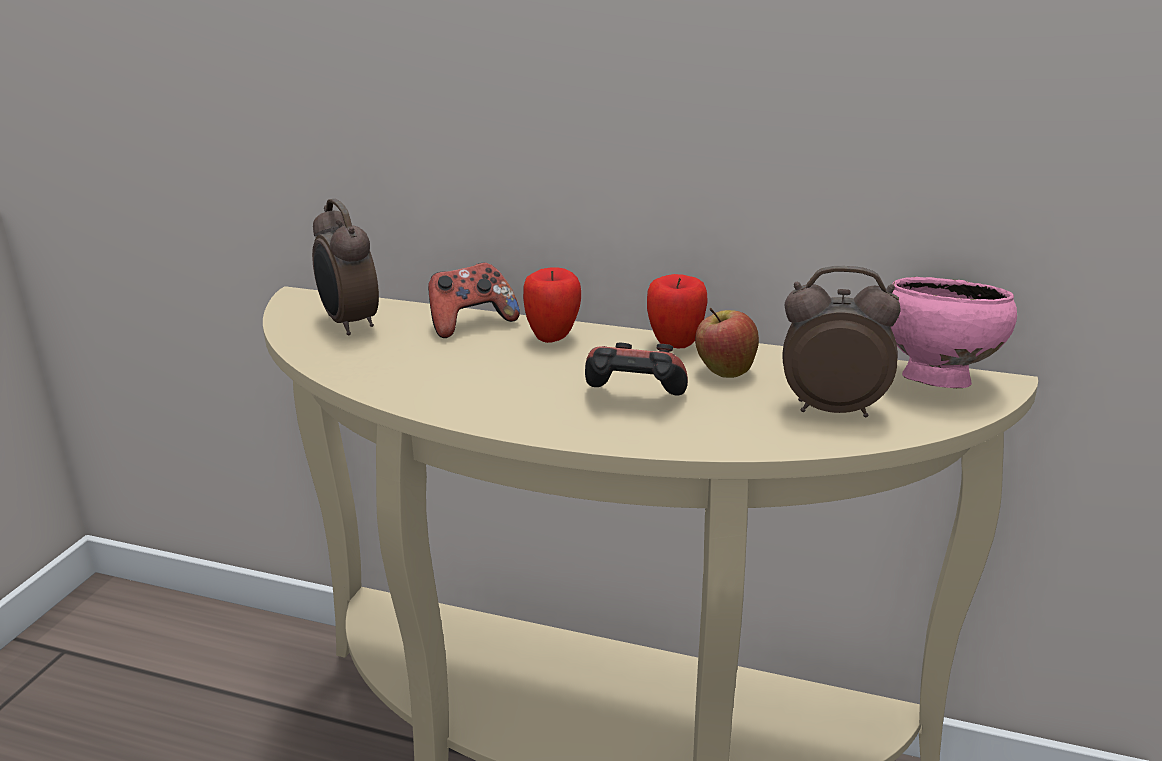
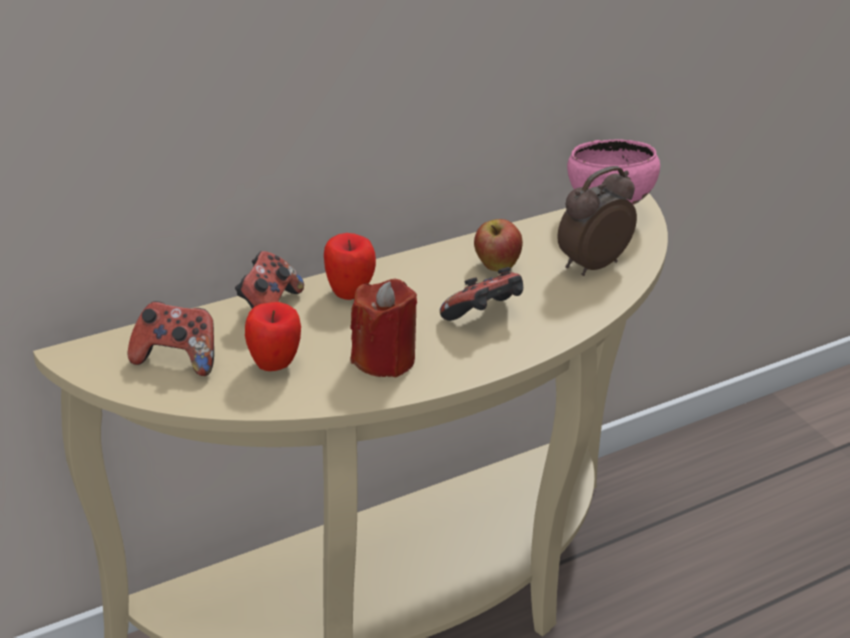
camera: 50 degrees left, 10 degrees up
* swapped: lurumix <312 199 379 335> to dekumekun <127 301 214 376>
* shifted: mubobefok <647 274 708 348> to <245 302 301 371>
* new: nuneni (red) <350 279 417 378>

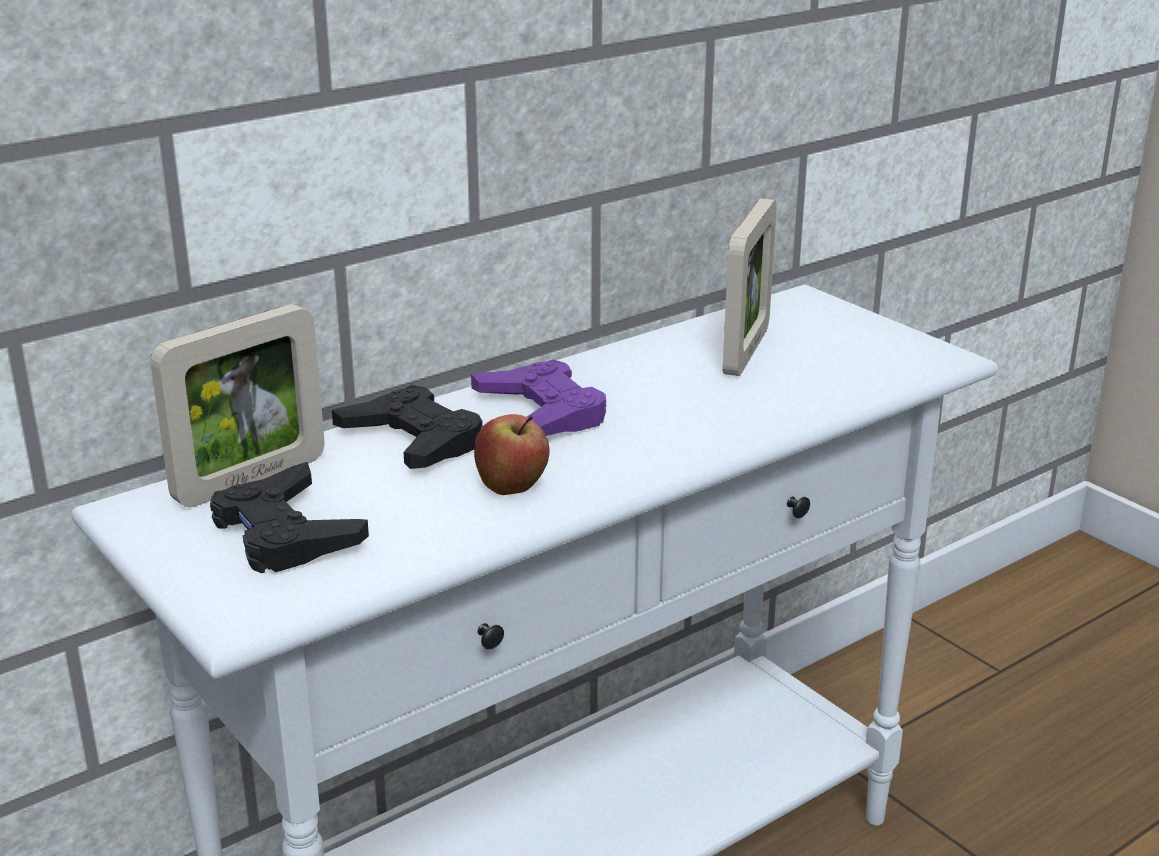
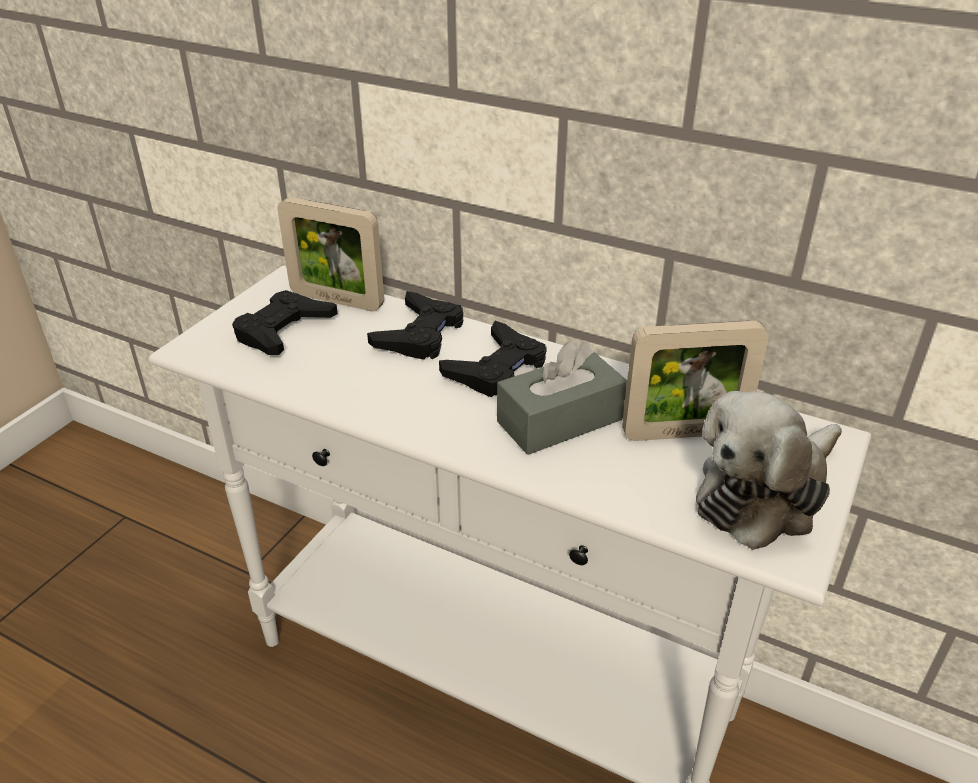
camera: 65 degrees right, 10 degrees up
* repainted: dekumekun (purple) <471 359 606 436> to dekumekun (black) <439 321 547 397>
* gone: mubobefok <474 414 550 495>
* new: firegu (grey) <497 342 627 455>
* new: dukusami <696 391 842 550>

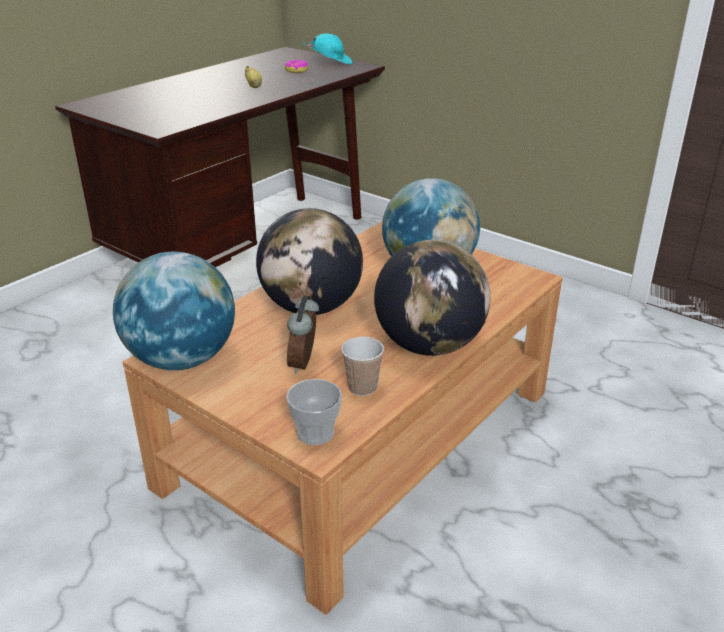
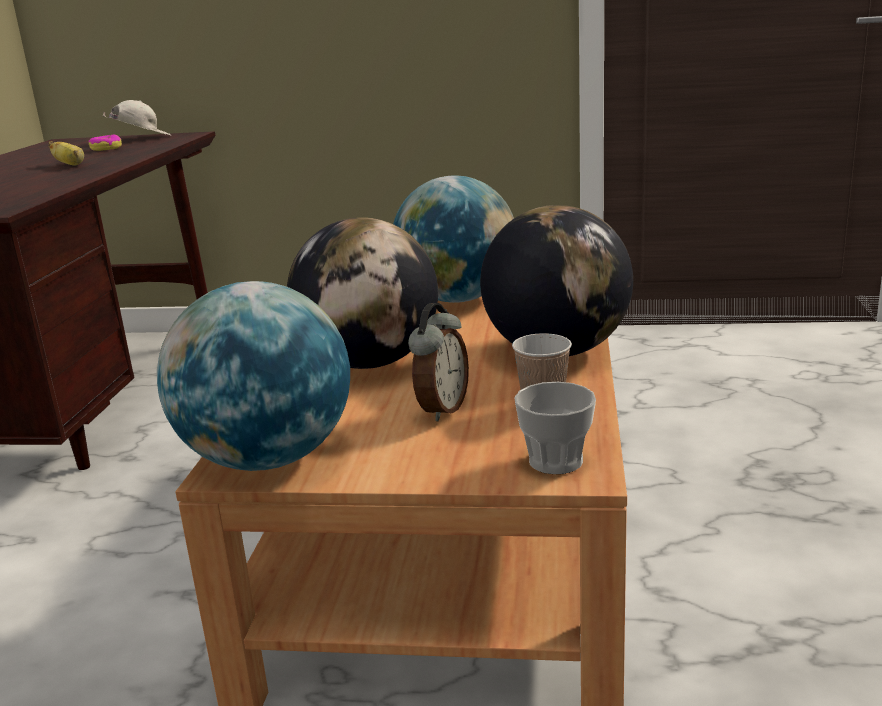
camera: 30 degrees left, 10 degrees down
* rotated: lurumix <287 295 319 374> = <408 303 469 421> 135 degrees counterclockwise
* repainted: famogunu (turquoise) <303 33 352 65> to famogunu (white) <102 100 171 135>

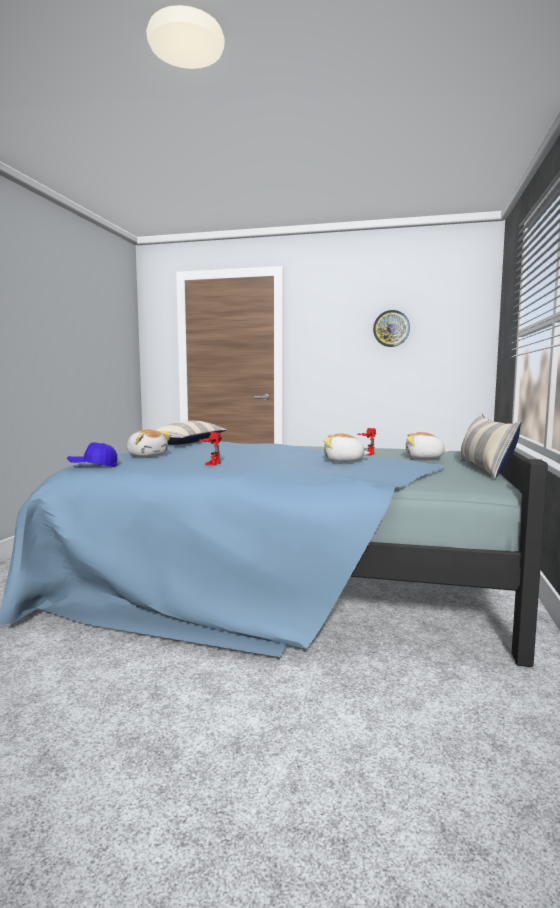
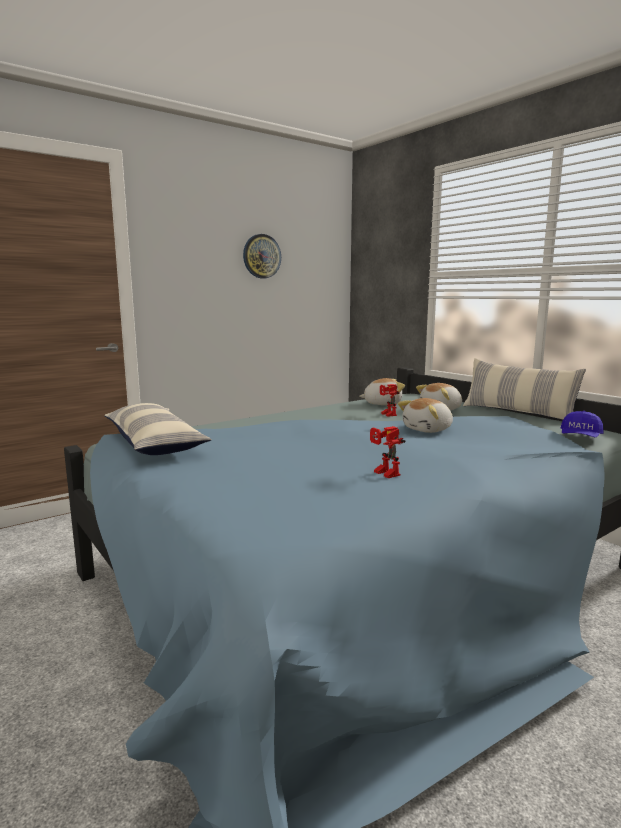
camera: 50 degrees left, 5 degrees up
* shifted: famogunu (blue) <67 442 118 467> to <560 411 604 437>
* shifted: dukusami <127 430 172 457> to <359 378 405 405>

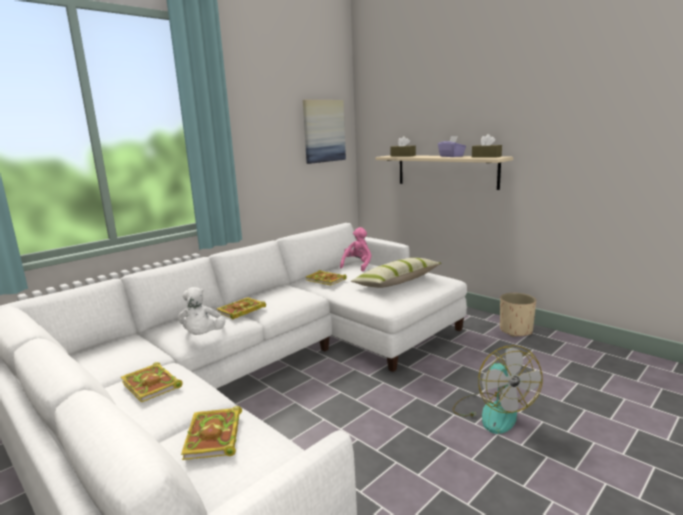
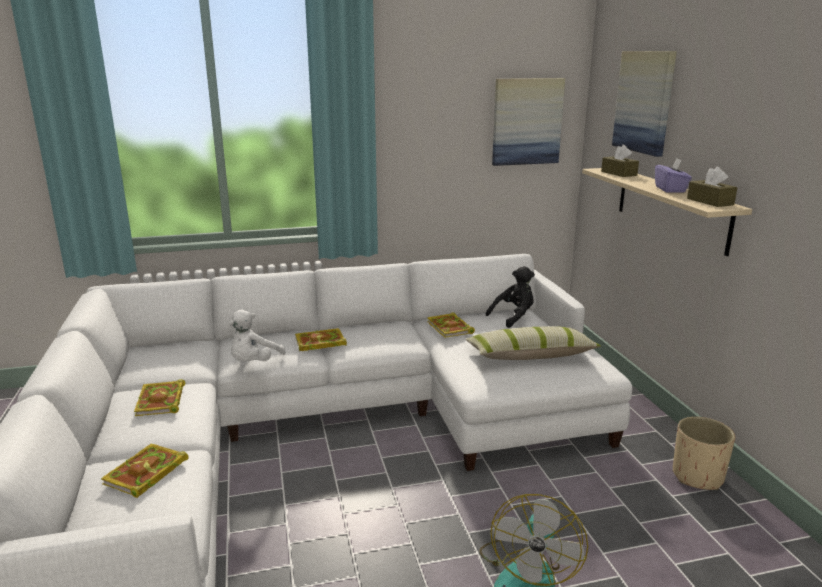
camera: 30 degrees right, 5 degrees up
* repainted: dukusami (pink) <340 227 372 272> to dukusami (black) <486 266 535 328>
* new: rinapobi <612 51 677 157>

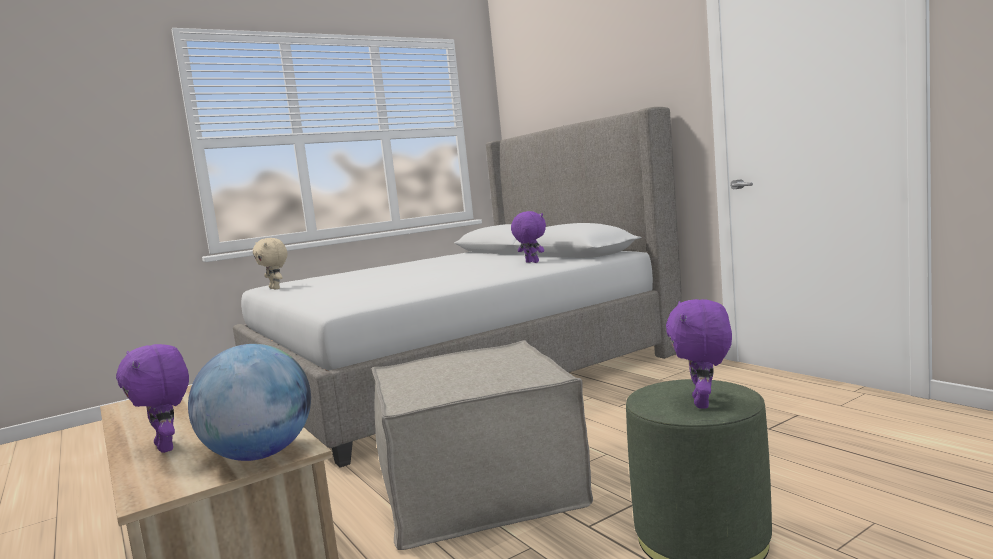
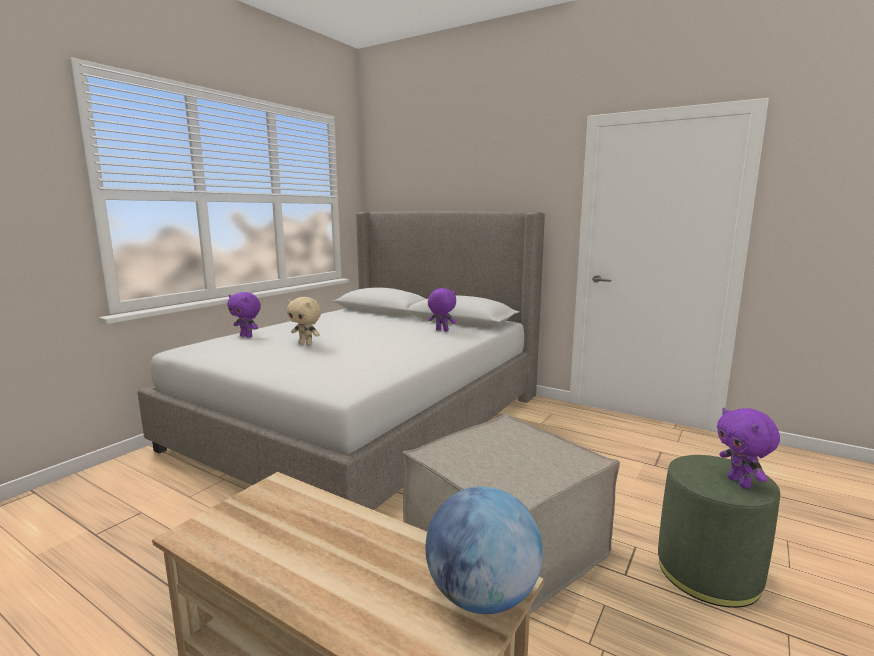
camera: 25 degrees left, 5 degrees up
* shifted: dukusami (purple) <116 344 189 453> to <227 292 261 338>
* shifted: dukusami (beige) <253 238 287 290> to <287 297 321 345>

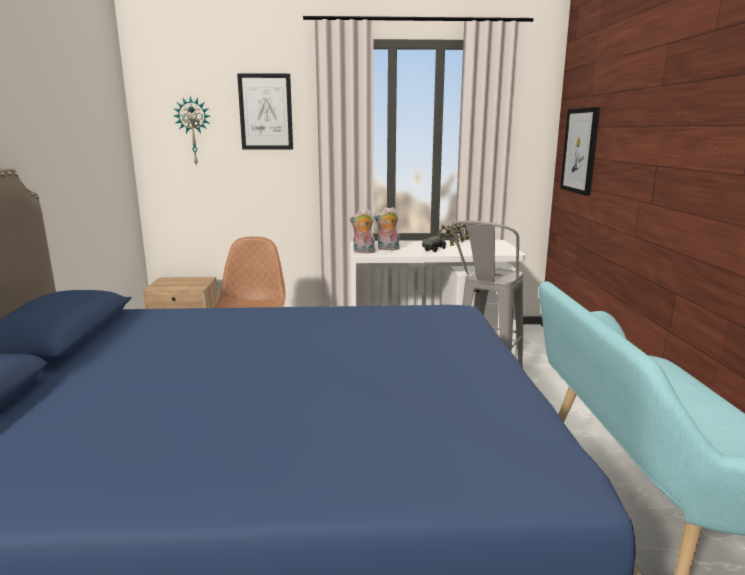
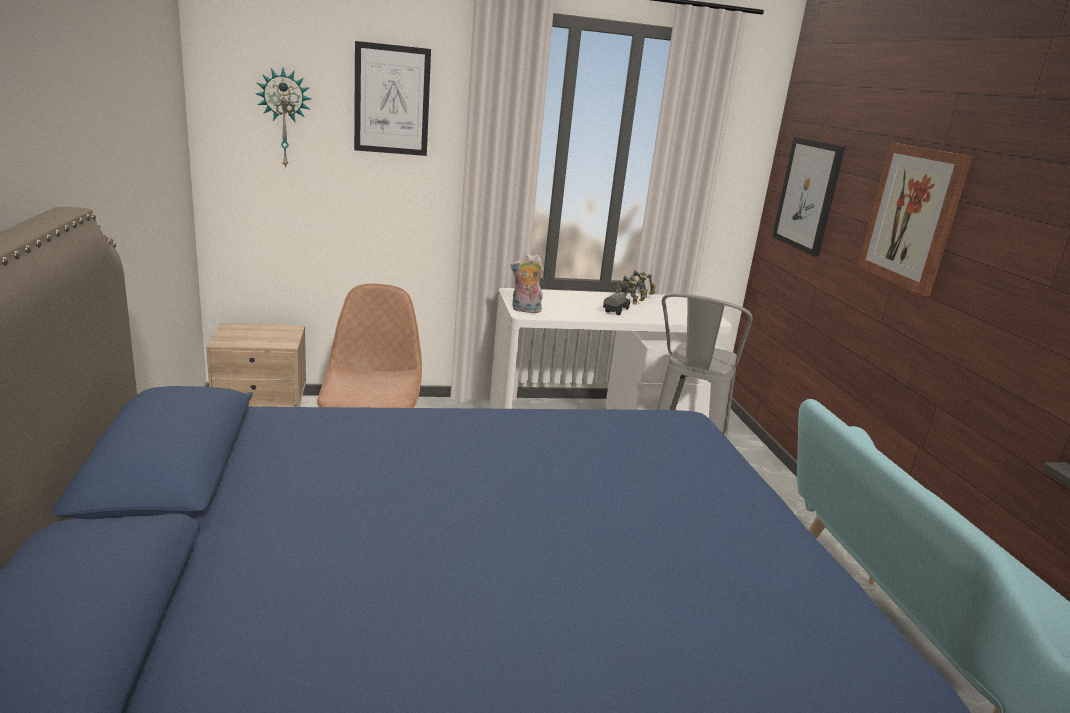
camera: 10 degrees left, 5 degrees up
* gone: dukusami <374 207 400 250>
* new: rinapobi <857 143 972 296>

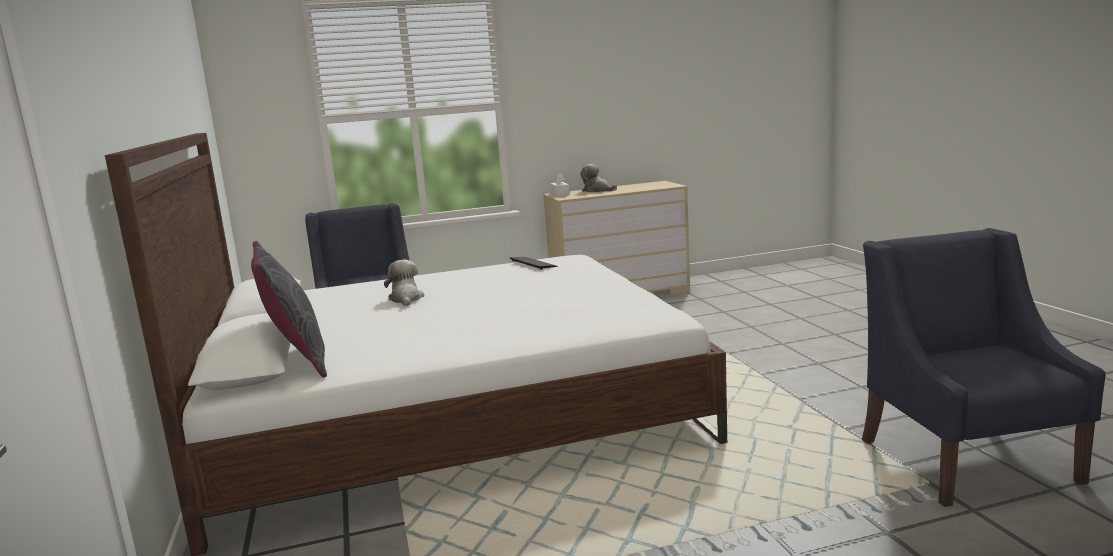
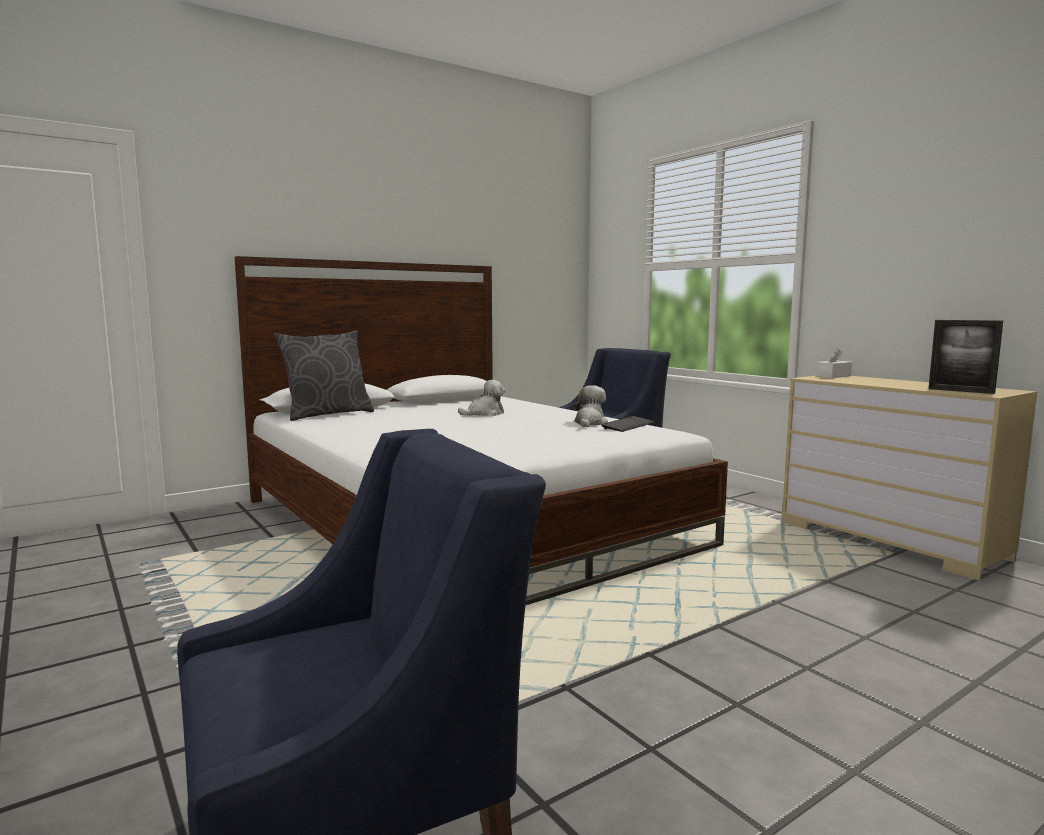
camera: 70 degrees right, 5 degrees down
* shifted: dukusami <580 164 617 192> to <573 386 608 427>
* new: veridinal <928 320 1003 394>

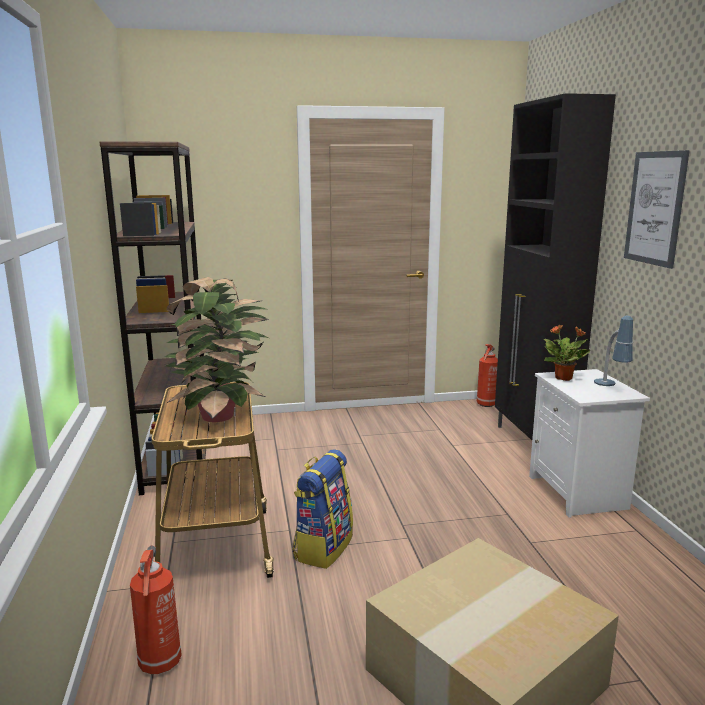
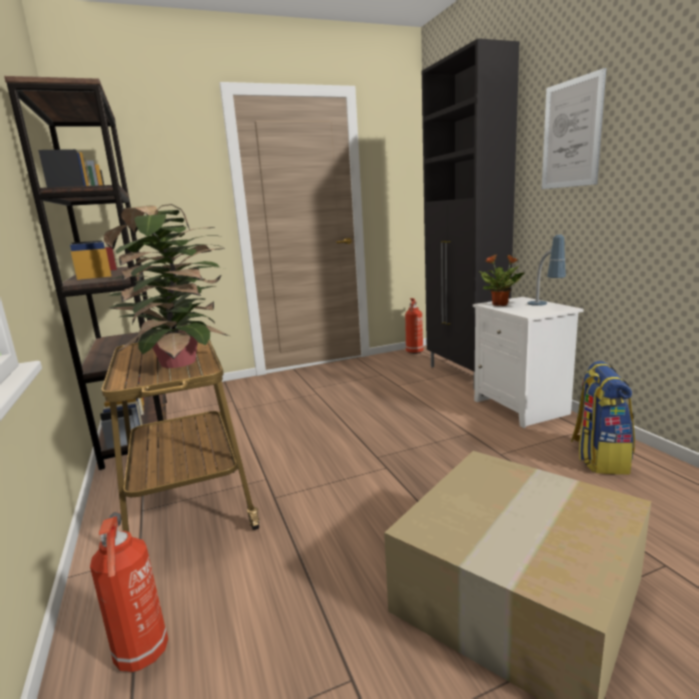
camera: 10 degrees left, 0 degrees up
* shifted: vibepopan <292 449 353 569> to <571 361 635 475>

